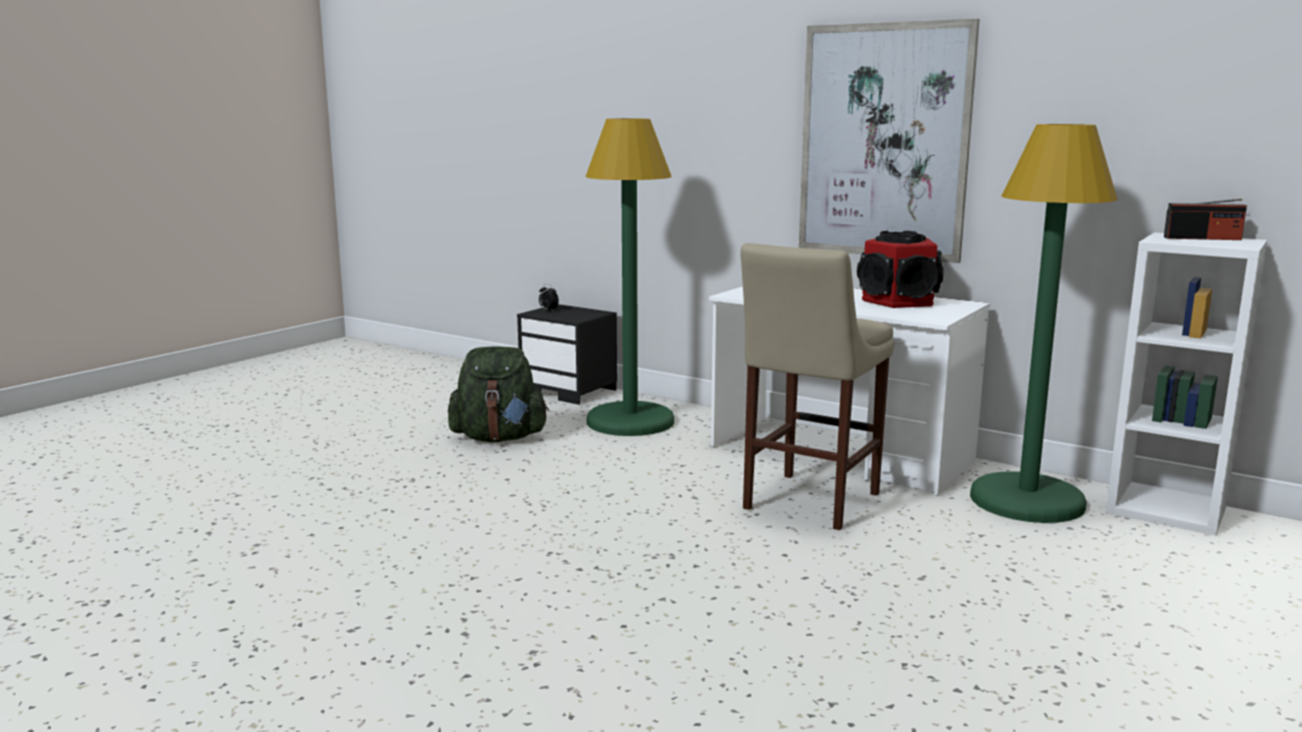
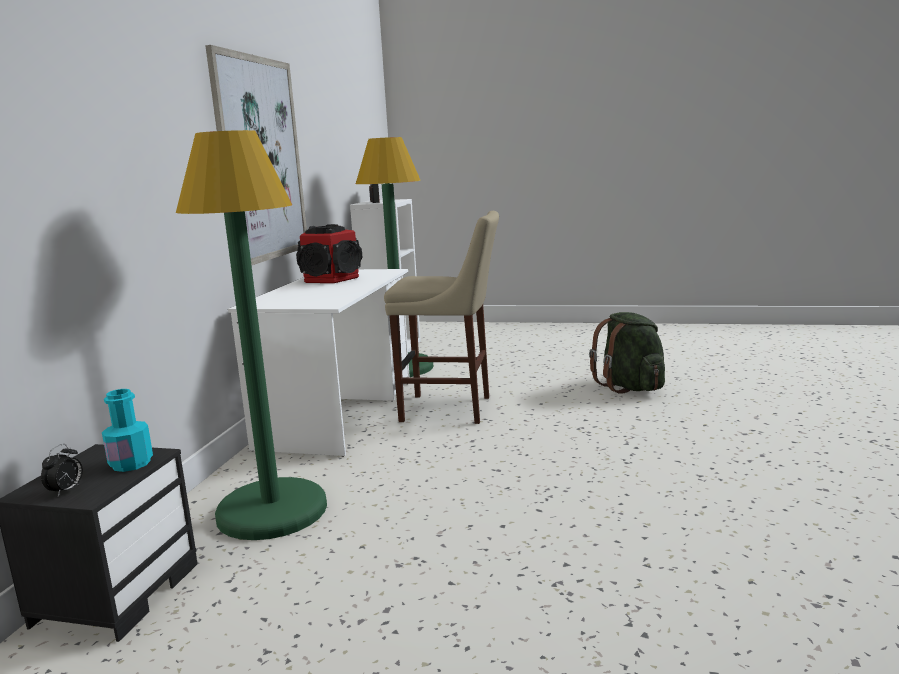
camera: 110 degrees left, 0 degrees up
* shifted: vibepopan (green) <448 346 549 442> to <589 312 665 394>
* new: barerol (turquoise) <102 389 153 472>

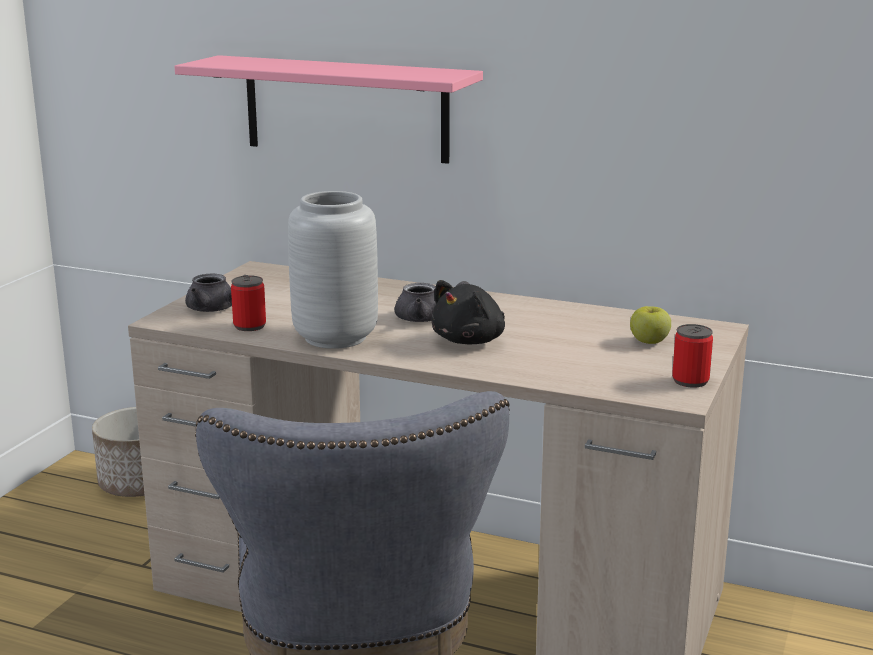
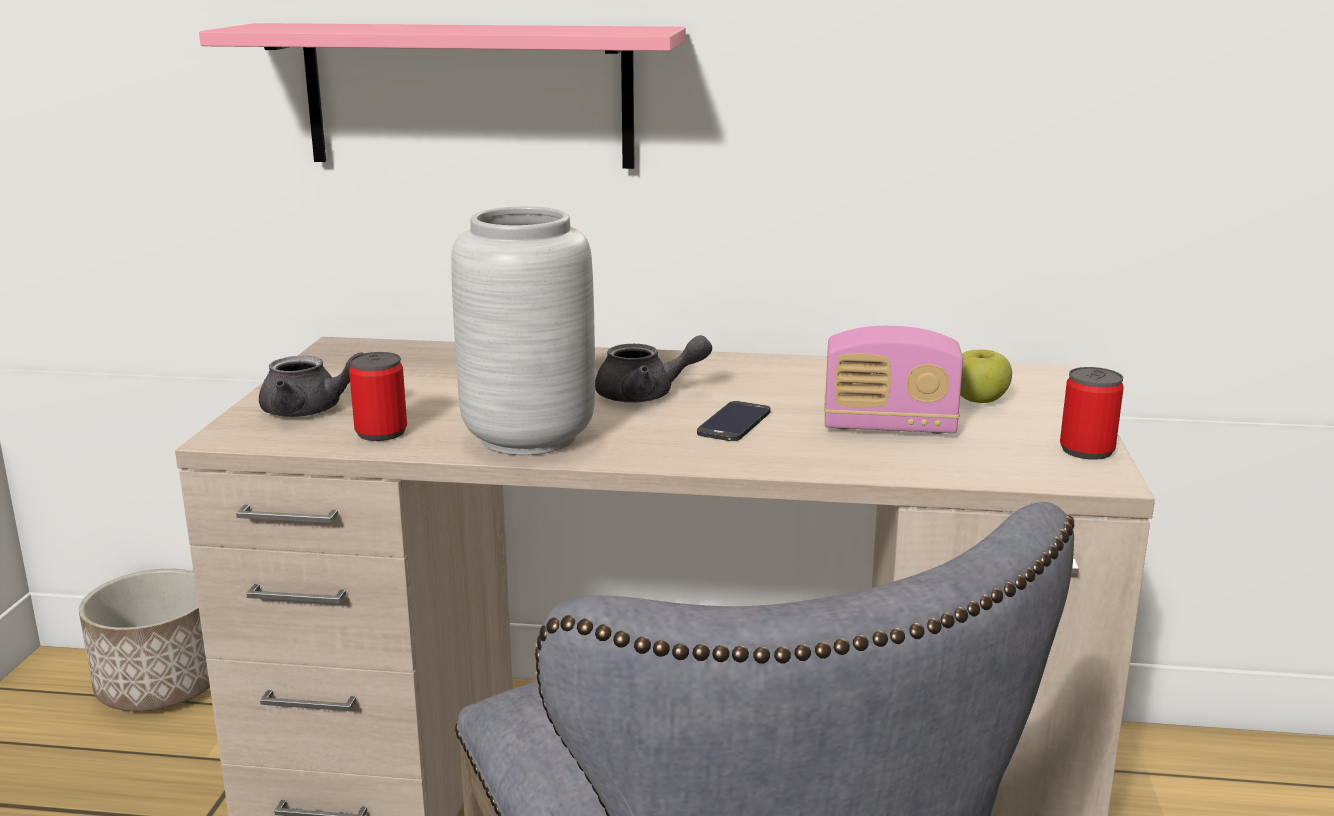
camera: 15 degrees left, 0 degrees up
* swapped: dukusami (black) <431 280 505 345> to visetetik <697 401 771 441>
* new: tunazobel <824 326 963 434>

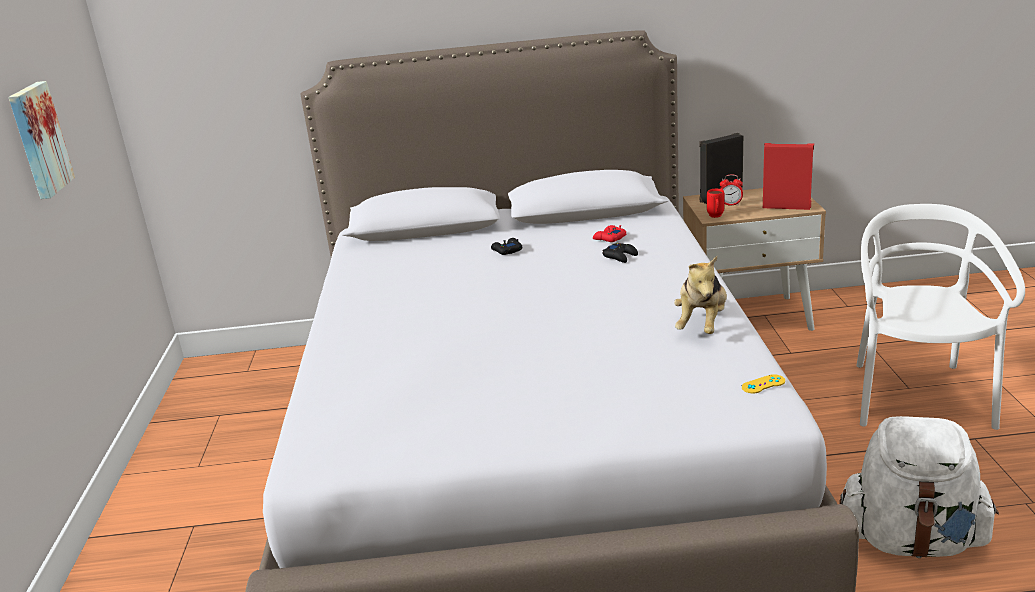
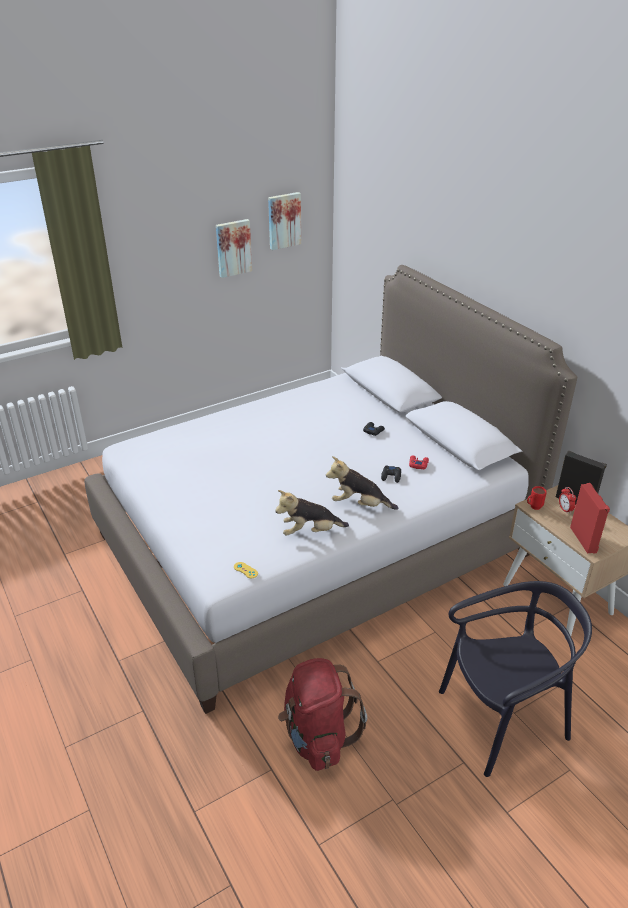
camera: 60 degrees right, 10 degrees up
* repainted: vibepopan (white) <839 416 999 558> to vibepopan (red) <278 658 367 771>
* repainted: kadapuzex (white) <856 204 1025 430> to kadapuzex (black) <439 581 592 777>
* new: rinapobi <268 192 301 250>
* new: dukusami <326 456 398 510>

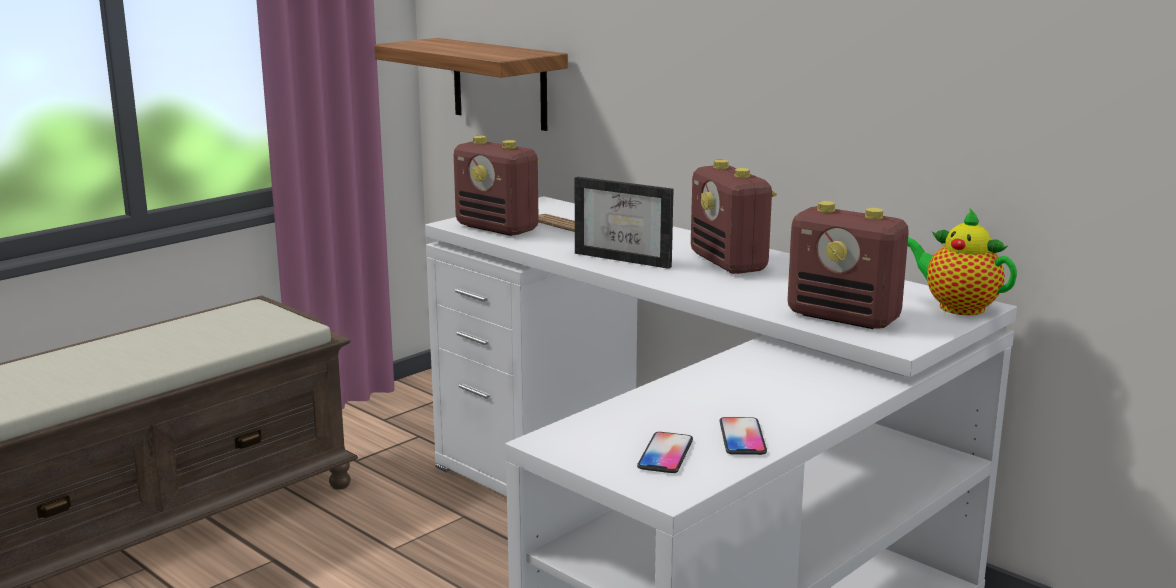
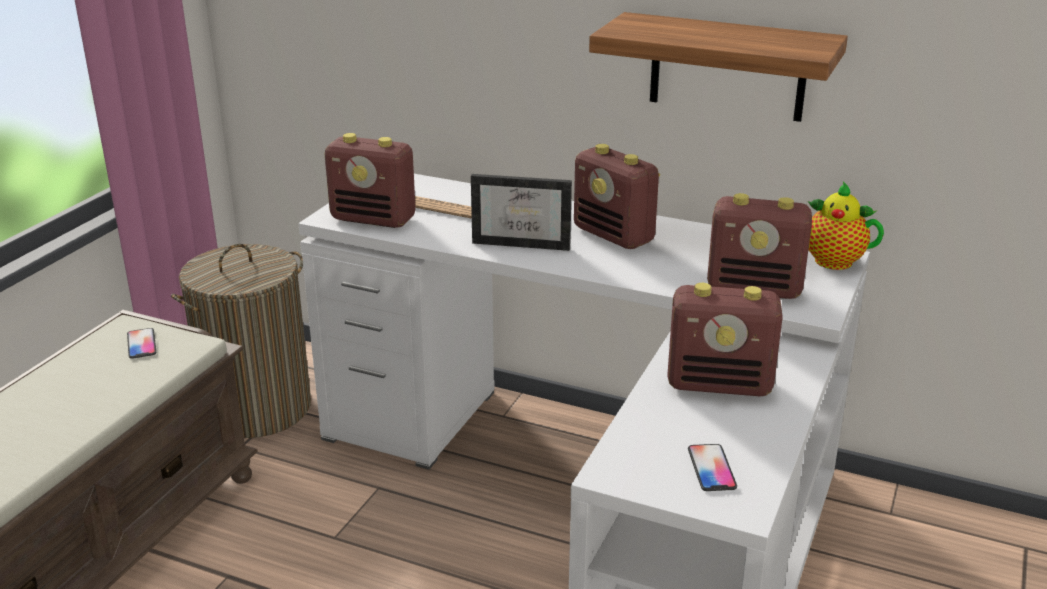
camera: 20 degrees left, 10 degrees up
* shifted: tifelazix <374 38 568 131> to <589 12 848 122>
* shifted: visetetik <720 417 767 455> to <127 328 156 359>
* new: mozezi <171 244 311 438>
* new: tunazobel <667 283 783 396>

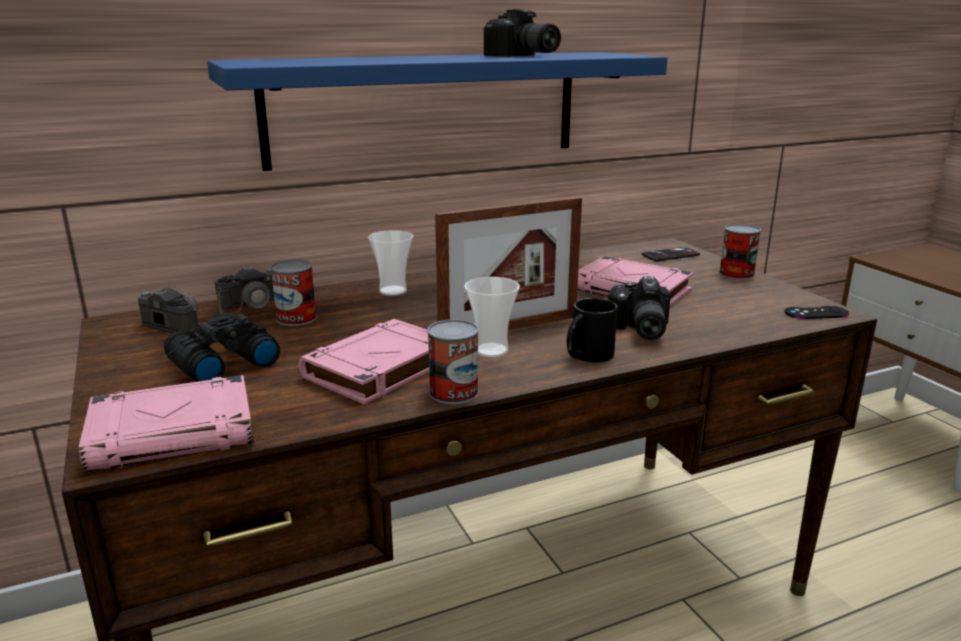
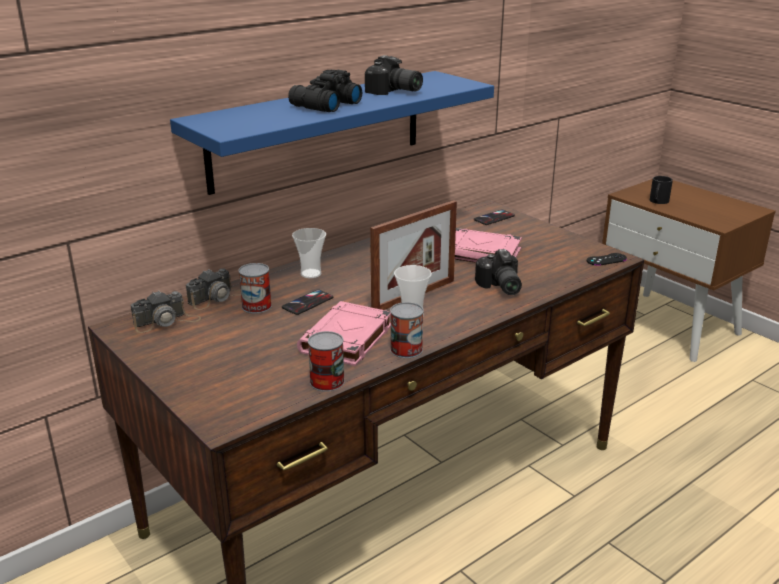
camera: 15 degrees left, 5 degrees up
* gone: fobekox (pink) <79 375 254 473>
* rotated: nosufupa <138 288 201 333> = <131 290 201 333> 135 degrees clockwise
* shifted: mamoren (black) <164 313 280 382> to <288 70 362 112>
* shifted: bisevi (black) <566 298 618 362> to <650 176 673 204>
* shifted: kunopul <719 224 761 280> to <308 331 345 392>
* new: visetetik <282 290 333 315>

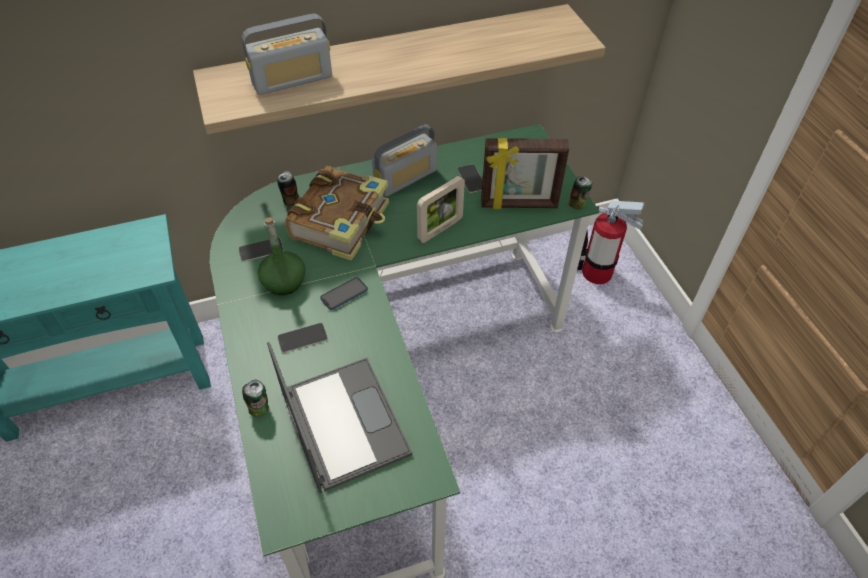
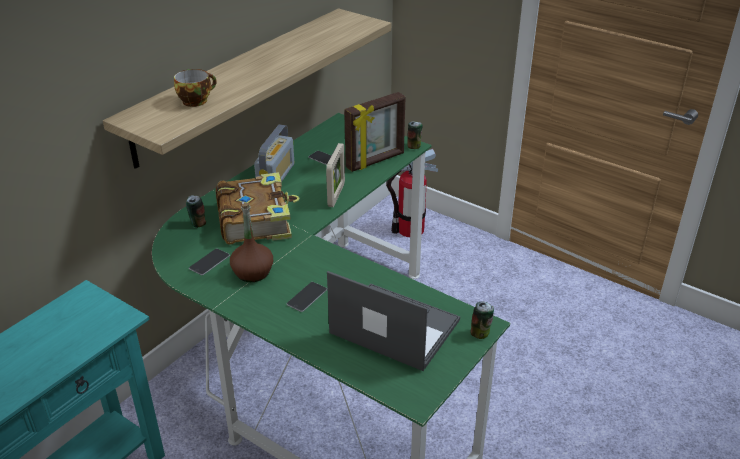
camera: 35 degrees left, 15 degrees down
* swapped: tunazobel <242 14 332 95> to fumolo <174 69 217 107>
* shifted: kunopul <242 380 269 417> to <470 301 494 339>
* repainted: barerol (green) <258 218 306 295> to barerol (brown) <230 203 273 282>
* gone: visetetik <320 277 368 310>

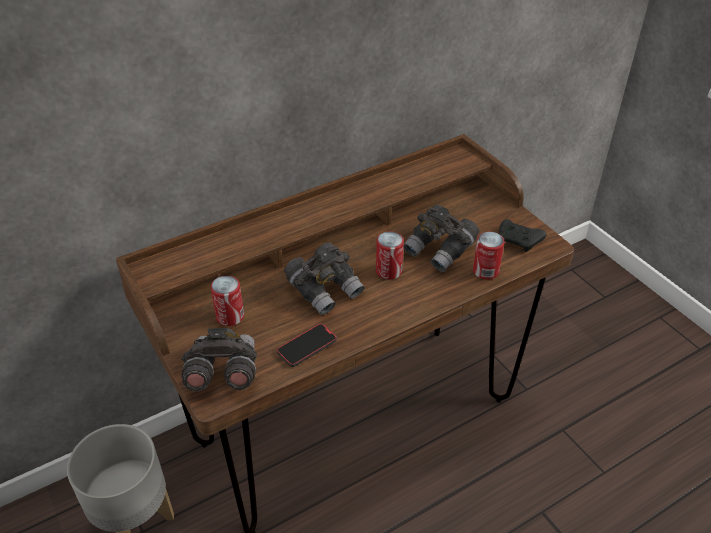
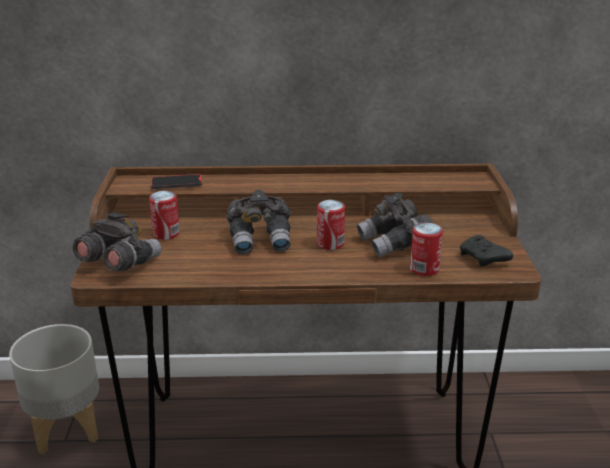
camera: 30 degrees right, 15 degrees down
* shifted: visetetik <277 323 337 367> to <151 174 202 189>

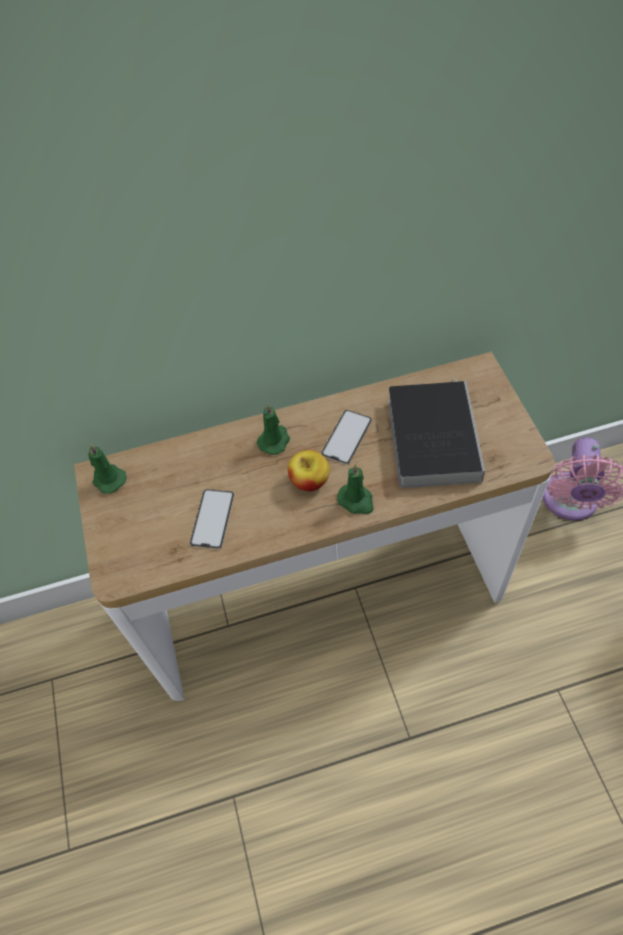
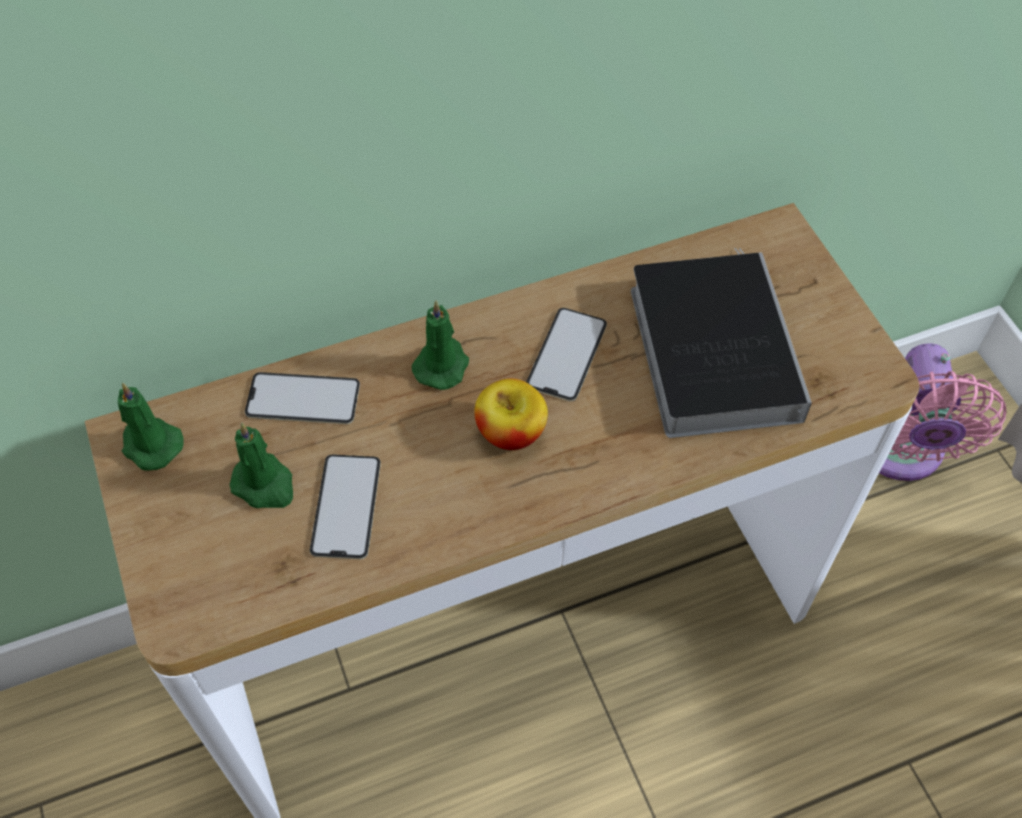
camera: 10 degrees left, 0 degrees up
* shifted: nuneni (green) <337 464 373 514> to <230 422 293 508>
* new: visetetik <245 372 360 424>

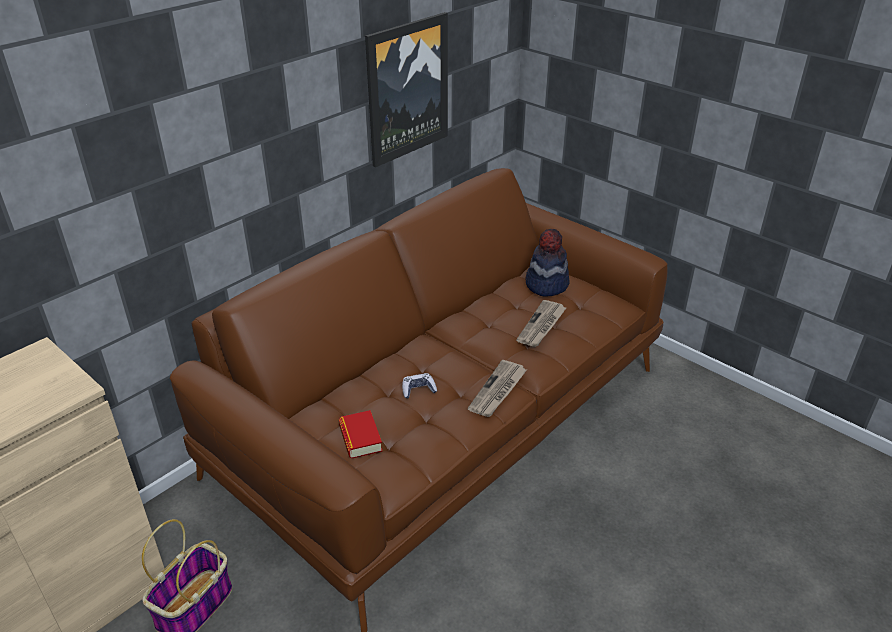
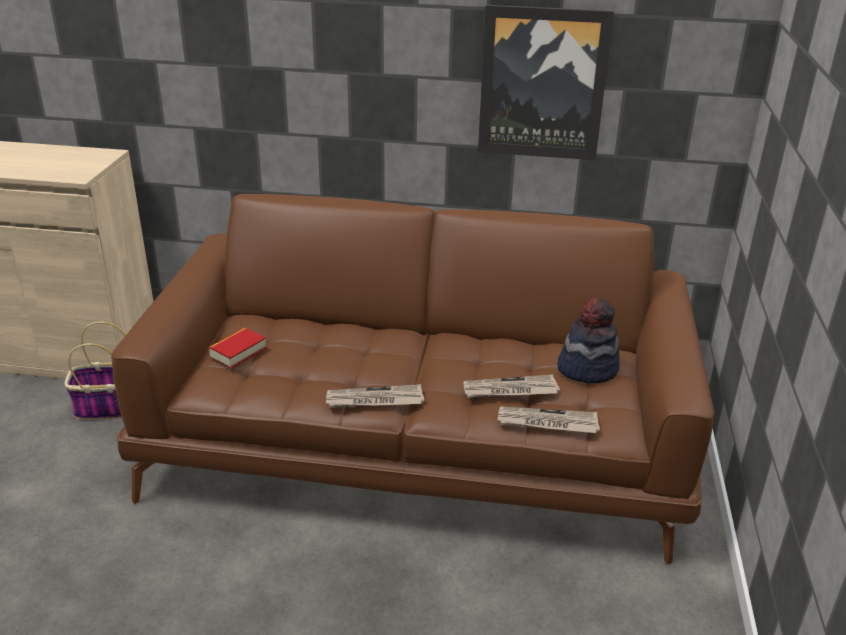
camera: 55 degrees right, 5 degrees down
* gone: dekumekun <402 373 437 398>
* new: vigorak <498 406 600 433>

